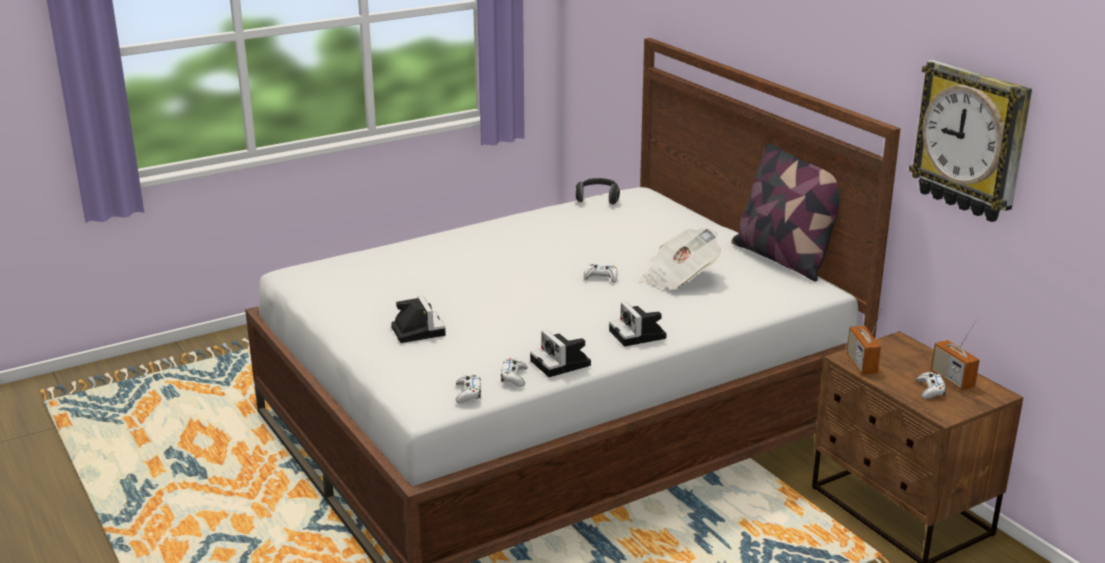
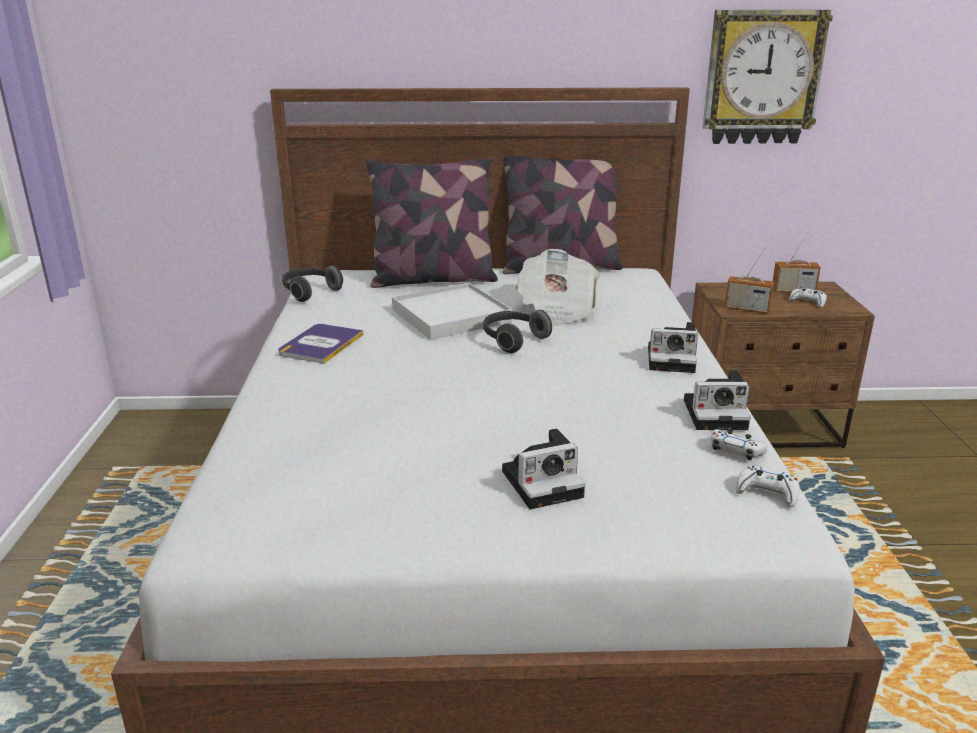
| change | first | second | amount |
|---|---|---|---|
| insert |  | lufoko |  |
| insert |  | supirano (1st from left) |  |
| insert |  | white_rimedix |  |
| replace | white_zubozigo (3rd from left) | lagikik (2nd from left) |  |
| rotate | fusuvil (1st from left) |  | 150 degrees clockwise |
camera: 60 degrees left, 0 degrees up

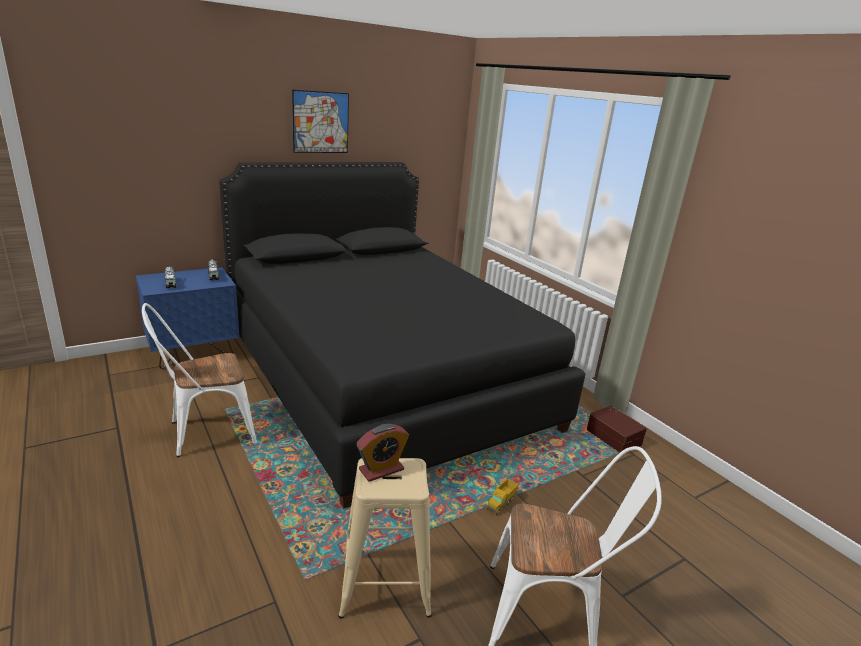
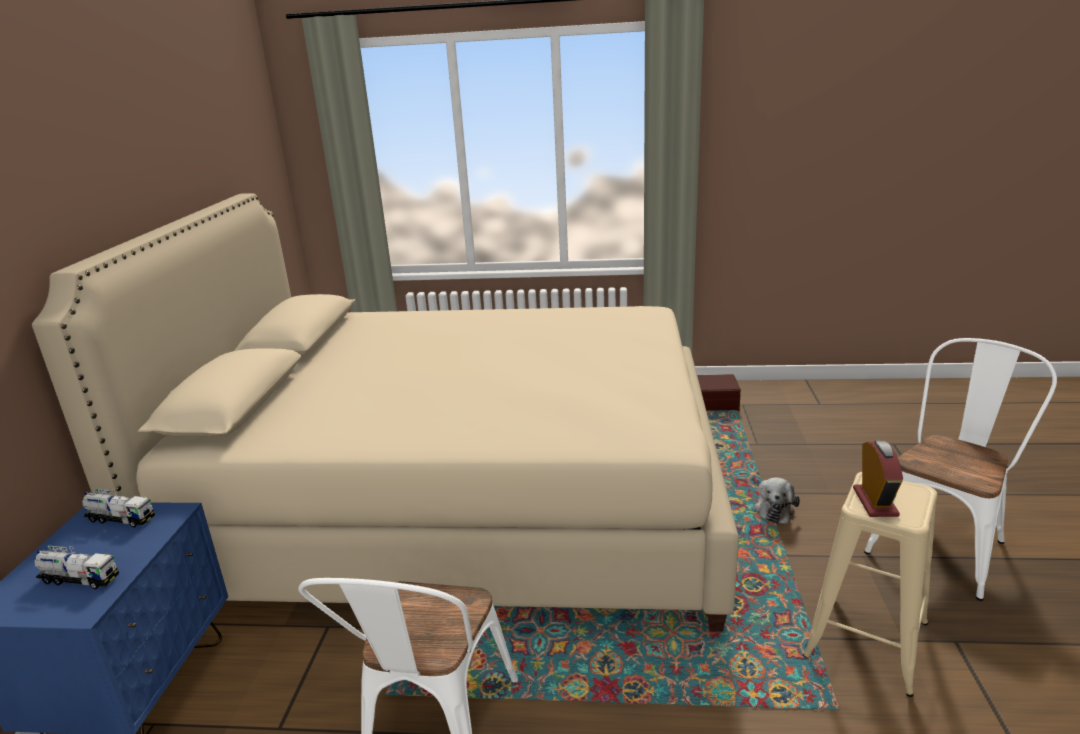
| change | first | second | amount |
|---|---|---|---|
| recolor | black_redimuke | beige_redimuke |  |
| replace | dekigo (3rd from left) | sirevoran |  |
| delete | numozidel |  |  |
camera: 50 degrees left, 0 degrees up

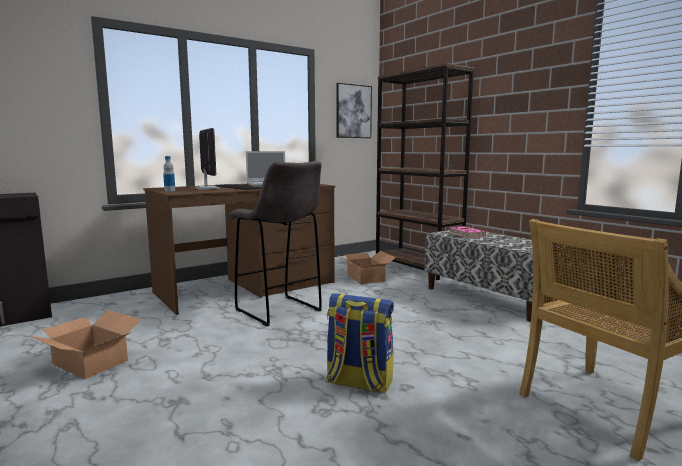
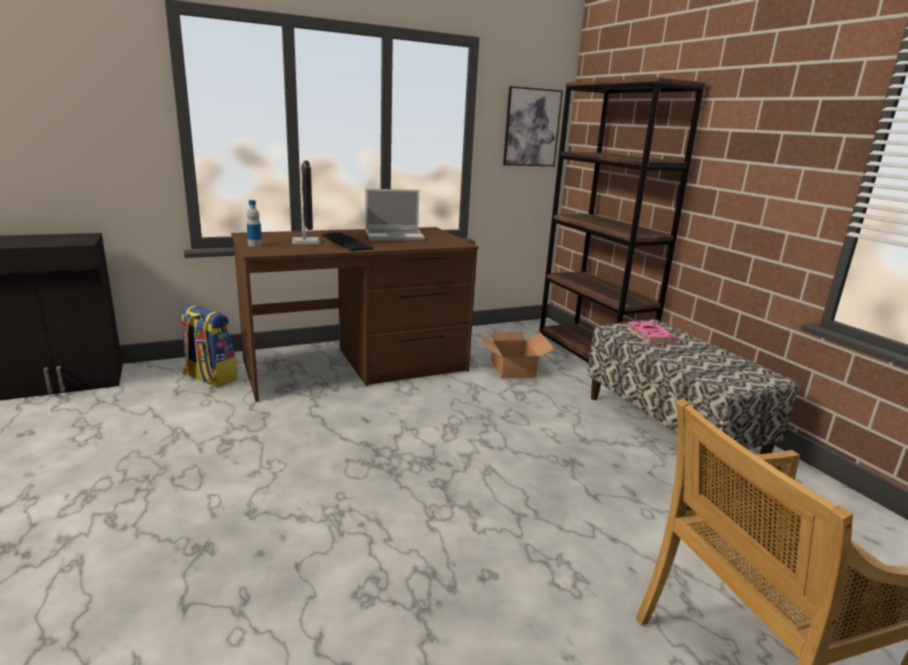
| change | first | second | amount |
|---|---|---|---|
| move | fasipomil |  |  |
| delete | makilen (1st from left) |  |  |
| delete | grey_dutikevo |  |  |
camera: 10 degrees right, 10 degrees up

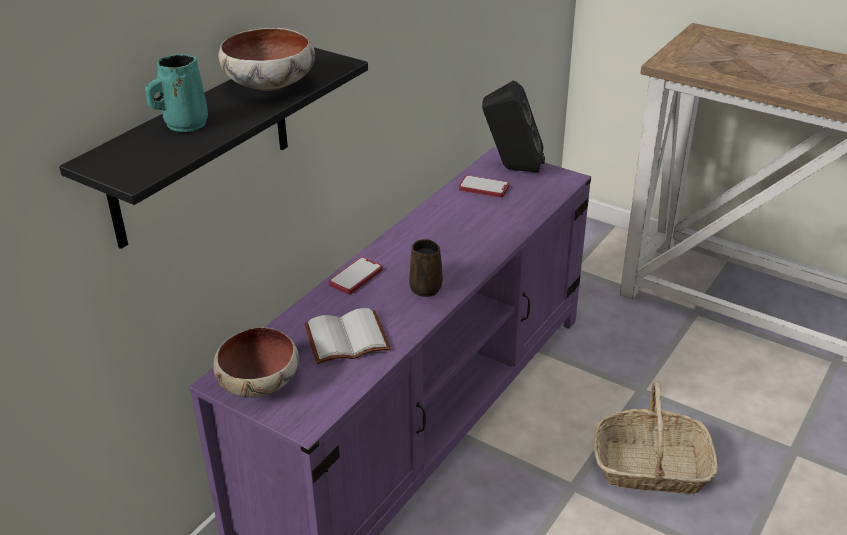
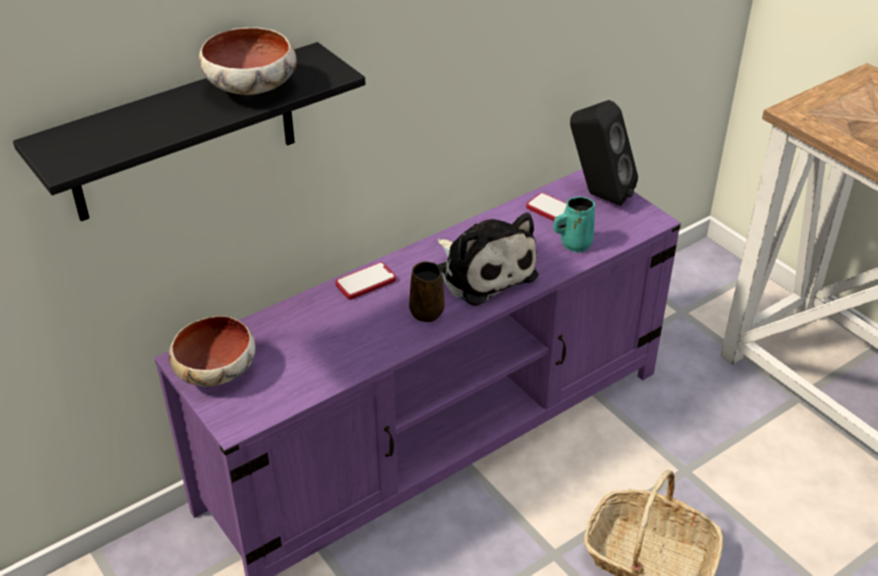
| change | first | second | amount |
|---|---|---|---|
| insert |  | sirevoran |  |
| move | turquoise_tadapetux |  |  |
| delete | white_lufoko |  |  |
camera: 20 degrees right, 5 degrees up

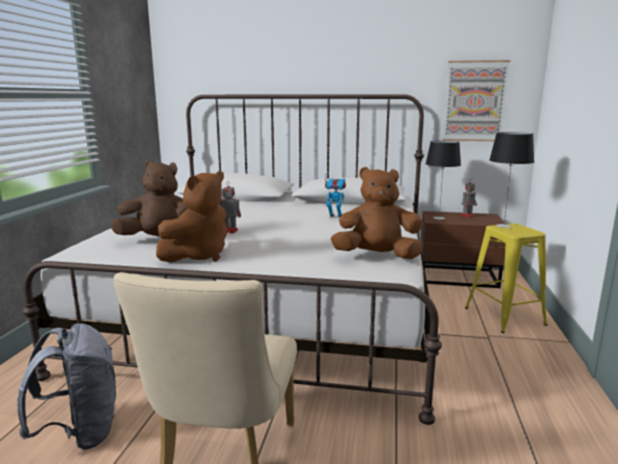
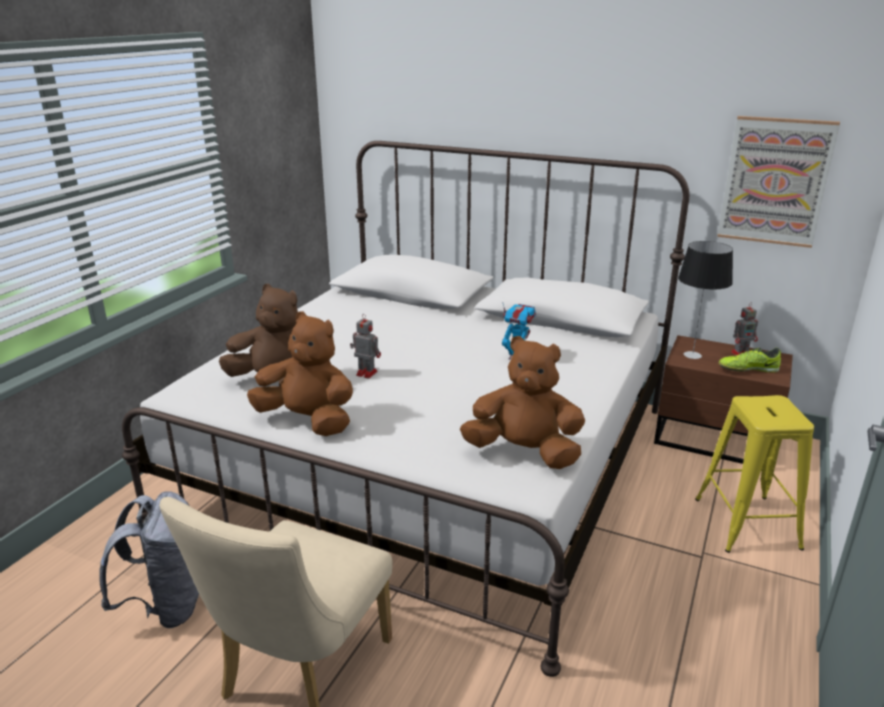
| change | first | second | amount |
|---|---|---|---|
| rotate | brown_sirevoran (2nd from left) |  | 120 degrees counterclockwise |
| insert |  | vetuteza |  |
| delete | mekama (2nd from left) |  |  |
camera: 15 degrees right, 10 degrees up

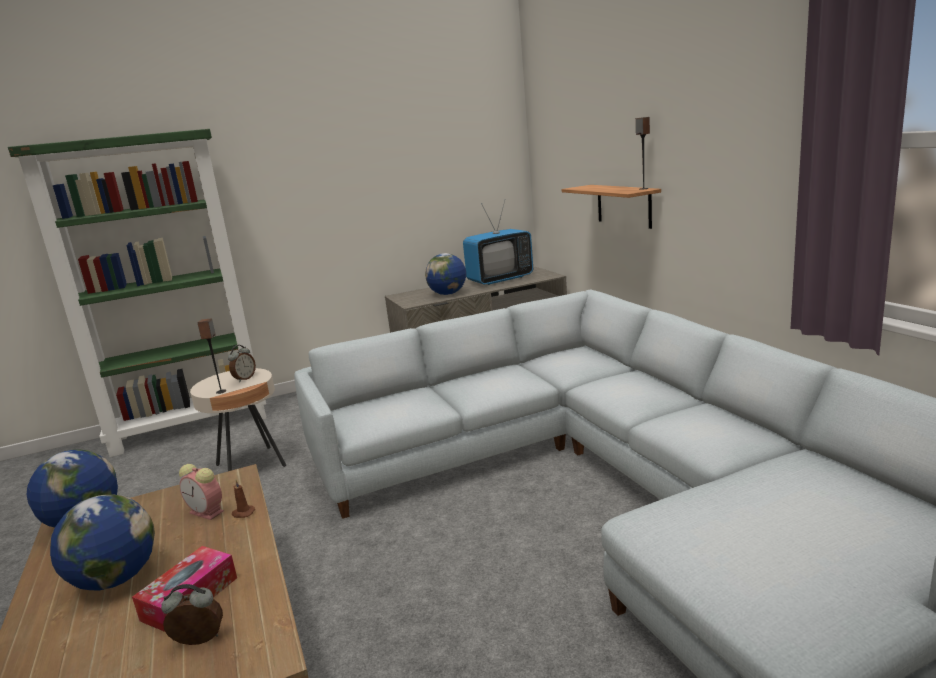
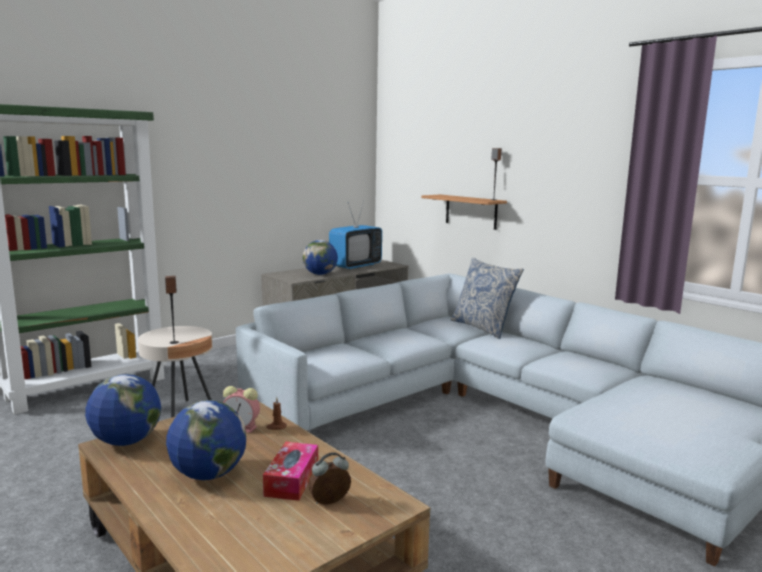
| change | first | second | amount |
|---|---|---|---|
| insert |  | supirano |  |
| delete | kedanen (3rd from left) |  |  |
camera: 20 degrees left, 5 degrees down

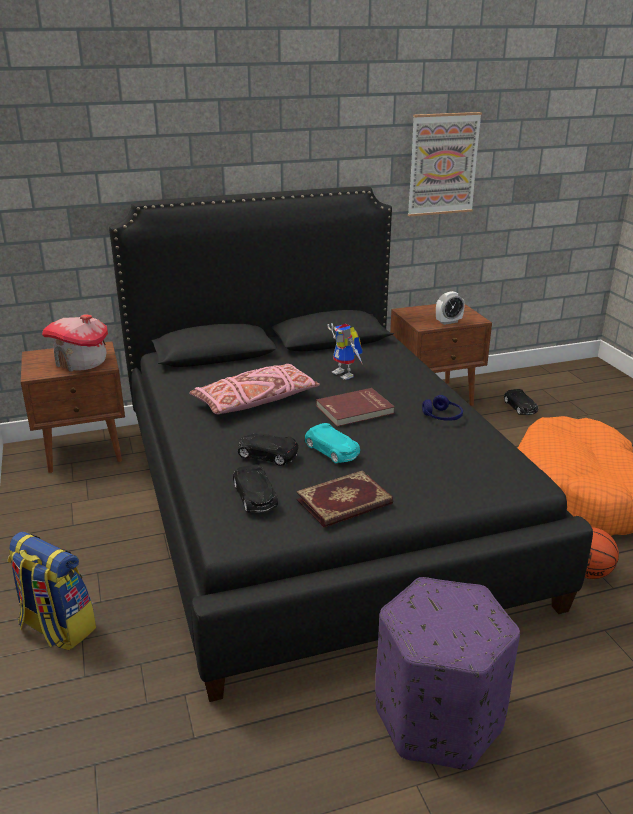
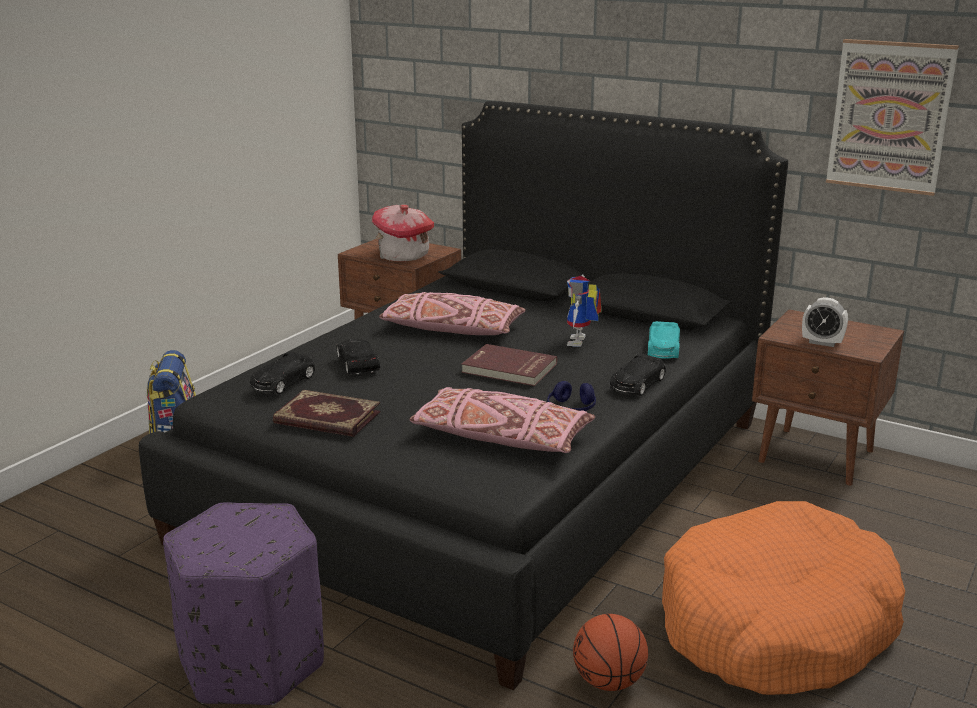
| change | first | second | amount |
|---|---|---|---|
| insert |  | pink_supirano (2nd from left) |  |
| move | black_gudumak (3rd from left) |  |  |
| move | turquoise_gudumak |  |  |
camera: 50 degrees right, 5 degrees down

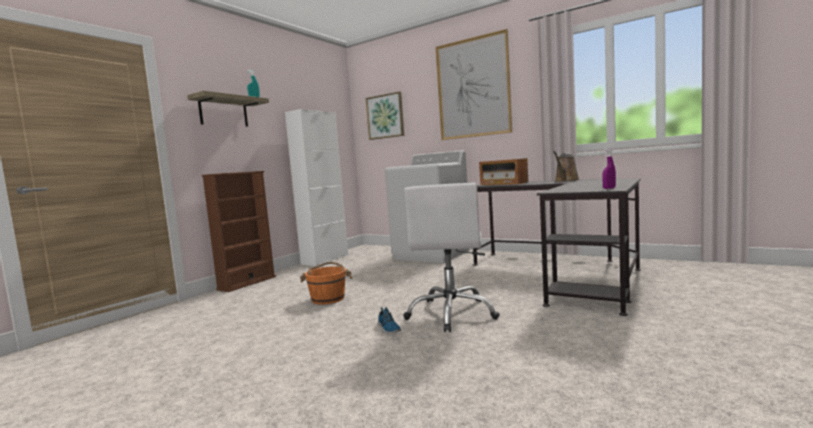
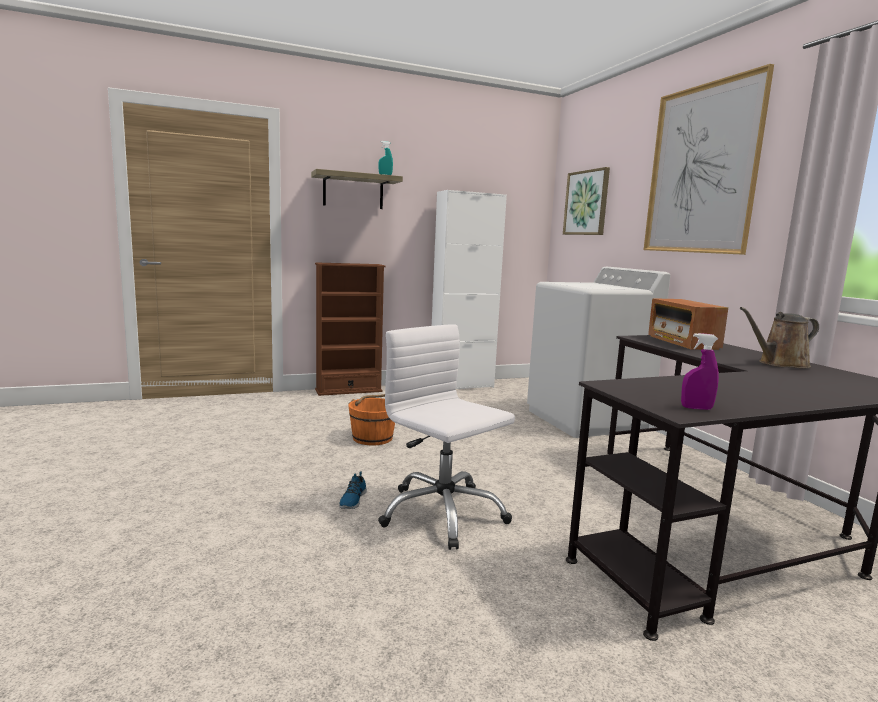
| change | first | second | amount |
|---|---|---|---|
| rotate | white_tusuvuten |  | 90 degrees clockwise |
camera: 35 degrees right, 5 degrees up

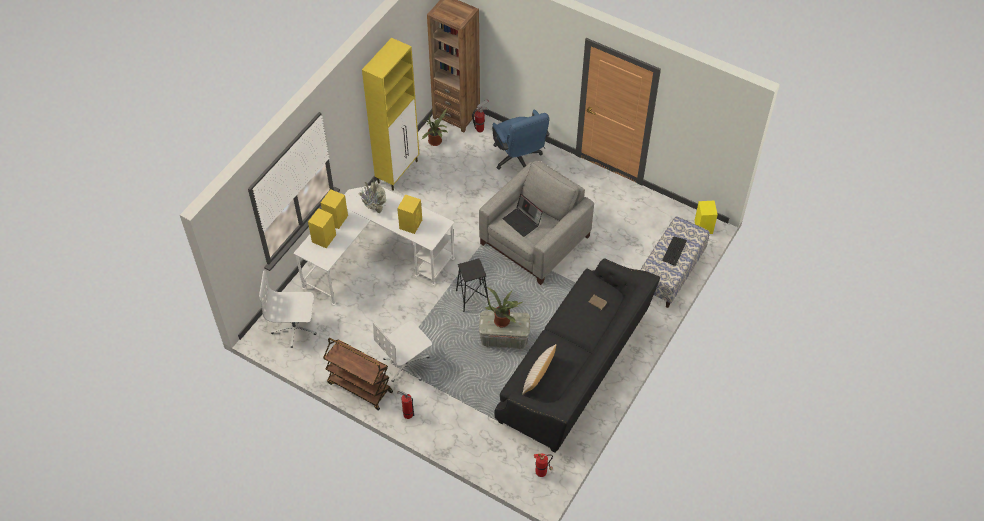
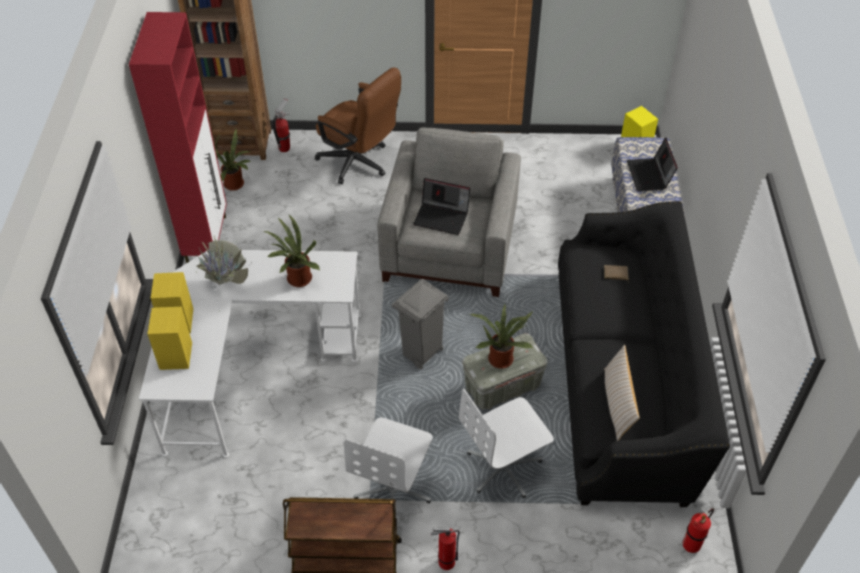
| change | first | second | amount |
|---|---|---|---|
| recolor | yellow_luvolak | red_luvolak |  |
| replace | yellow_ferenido (3rd from left) | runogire (3rd from left) |  |
| recolor | blue_tusuvuten | brown_tusuvuten |  |
| replace | black_dutikevo | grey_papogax |  |
| move | white_tusuvuten (1st from left in the first image) | white_tusuvuten (2nd from left) |  |
| replace | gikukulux | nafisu (2nd from left) |  |
camera: 30 degrees left, 5 degrees down

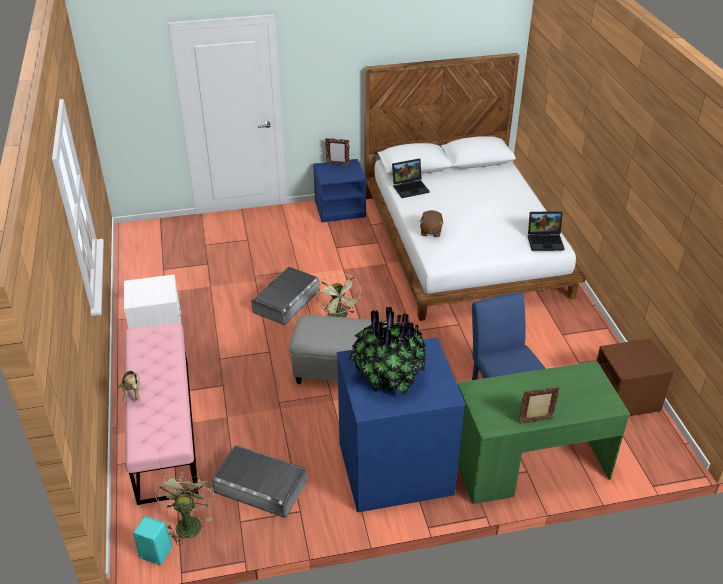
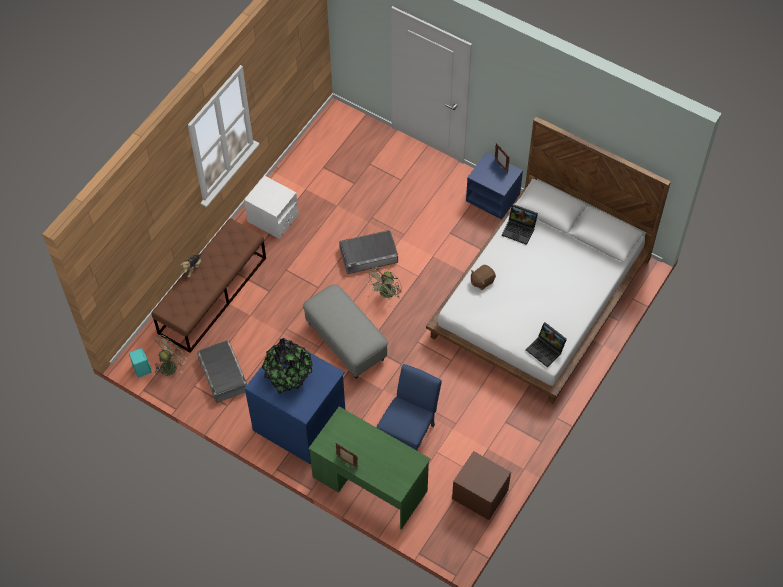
| change | first | second | amount |
|---|---|---|---|
| recolor | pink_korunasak | brown_korunasak |  |
camera: 45 degrees right, 20 degrees up

